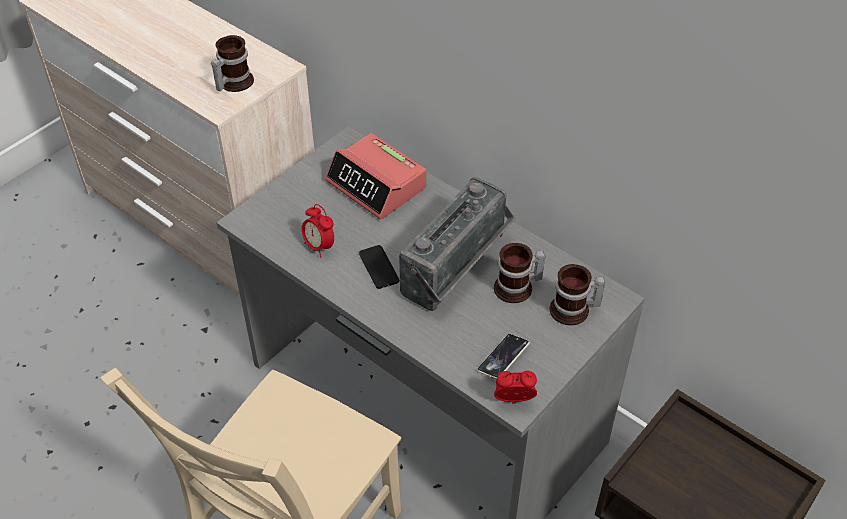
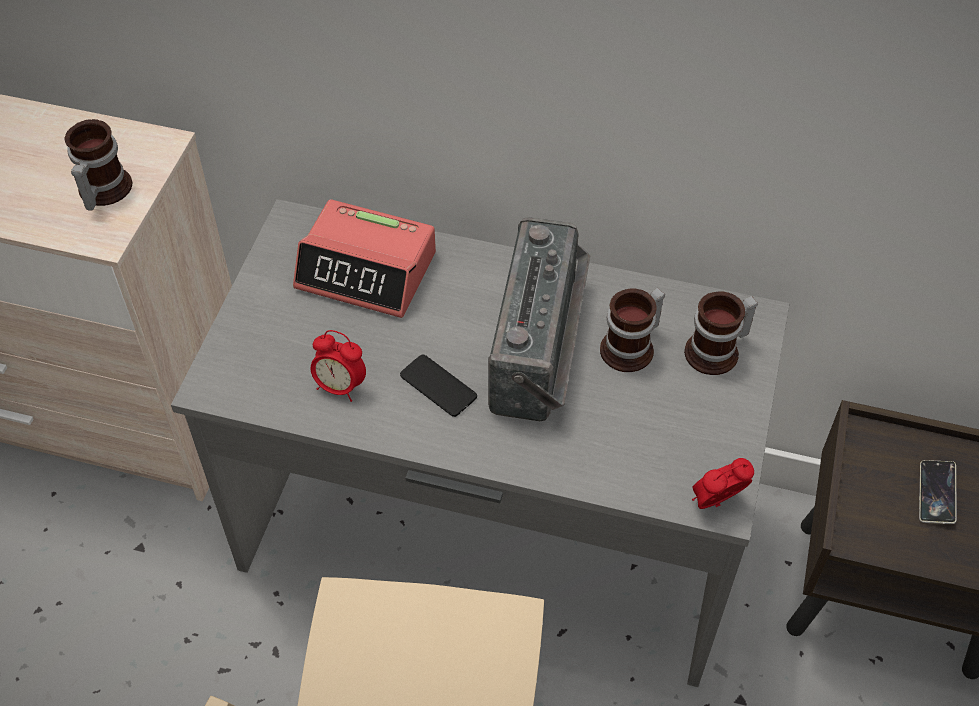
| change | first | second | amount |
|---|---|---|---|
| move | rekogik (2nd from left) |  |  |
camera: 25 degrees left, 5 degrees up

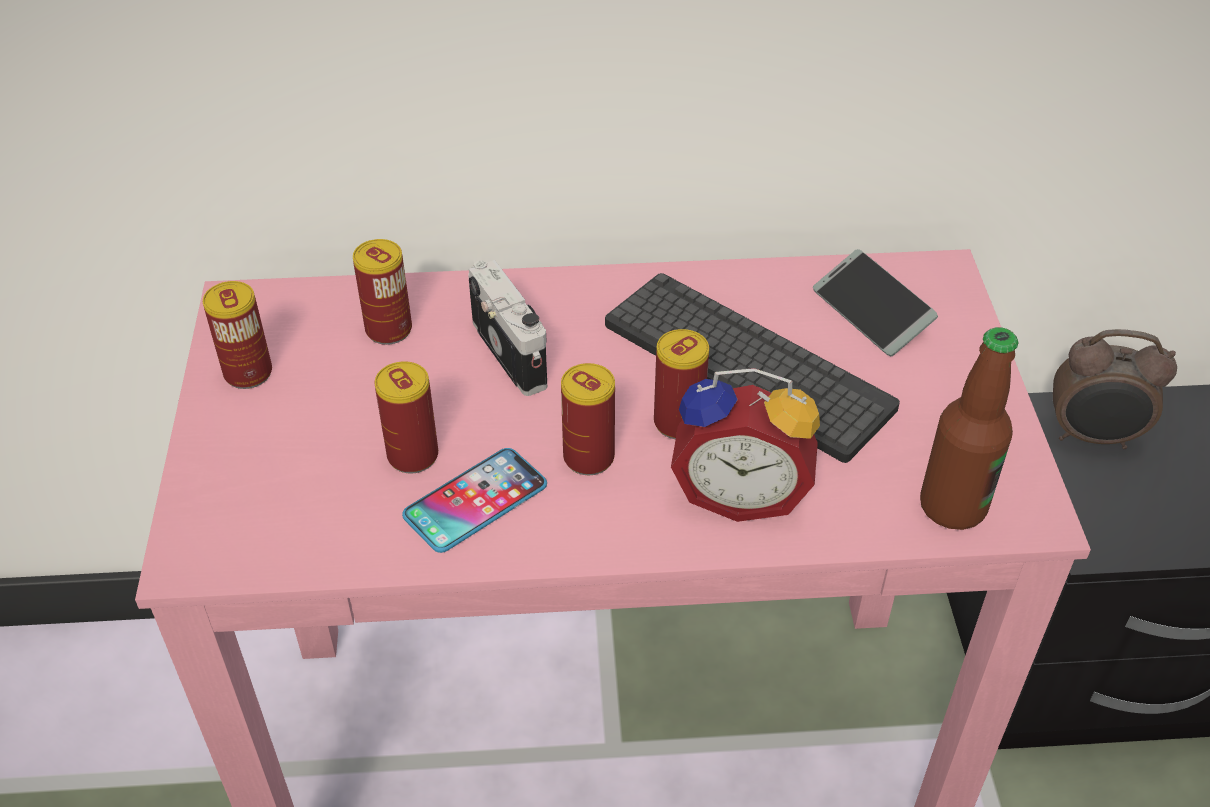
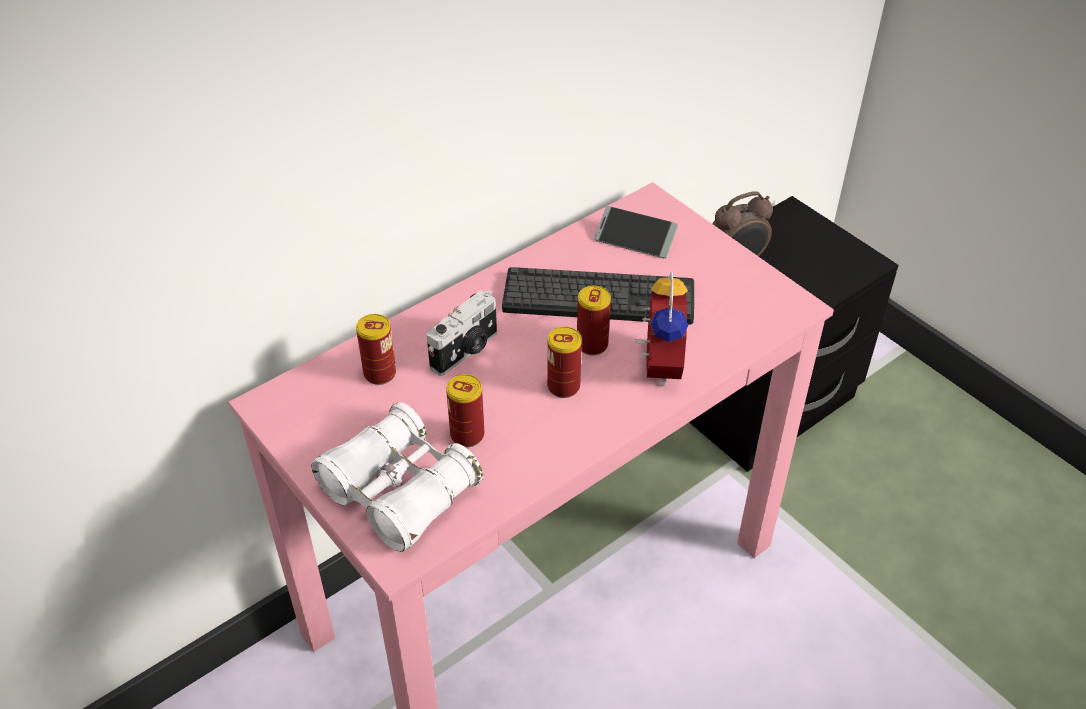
| change | first | second | amount |
|---|---|---|---|
| insert |  | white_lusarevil |  |
| rotate | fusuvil |  | 105 degrees clockwise |
| rotate | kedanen (1st from left) |  | 60 degrees counterclockwise |
| delete | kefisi (1st from left) |  |  |
| delete | rekogik (1st from left) |  |  |
| delete | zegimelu |  |  |
camera: 35 degrees left, 0 degrees up

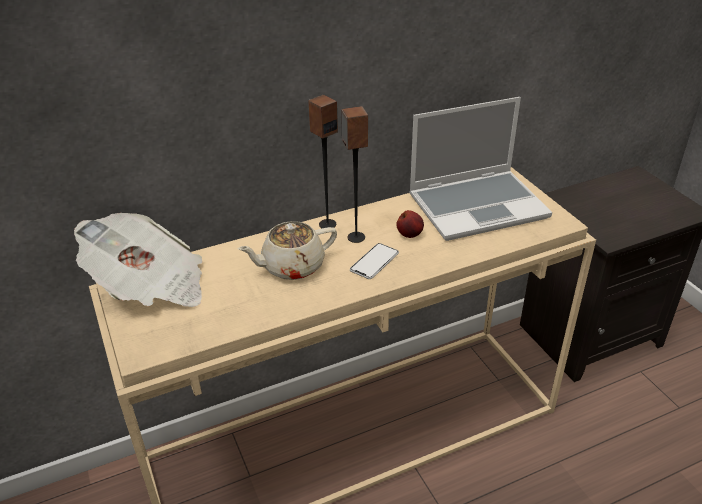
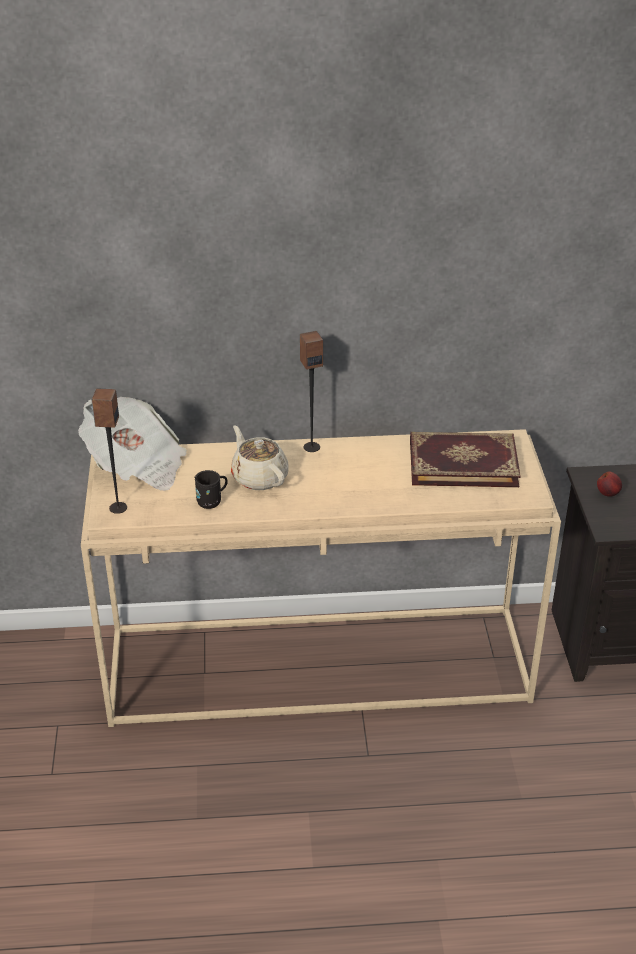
| change | first | second | amount |
|---|---|---|---|
| move | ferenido (2nd from left in the first image) | ferenido (1st from left) |  |
| insert |  | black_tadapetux |  |
| rotate | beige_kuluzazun |  | 60 degrees clockwise |
| replace | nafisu | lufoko |  |
| move | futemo |  |  |
| delete | rekogik |  |  |
camera: 20 degrees right, 0 degrees up

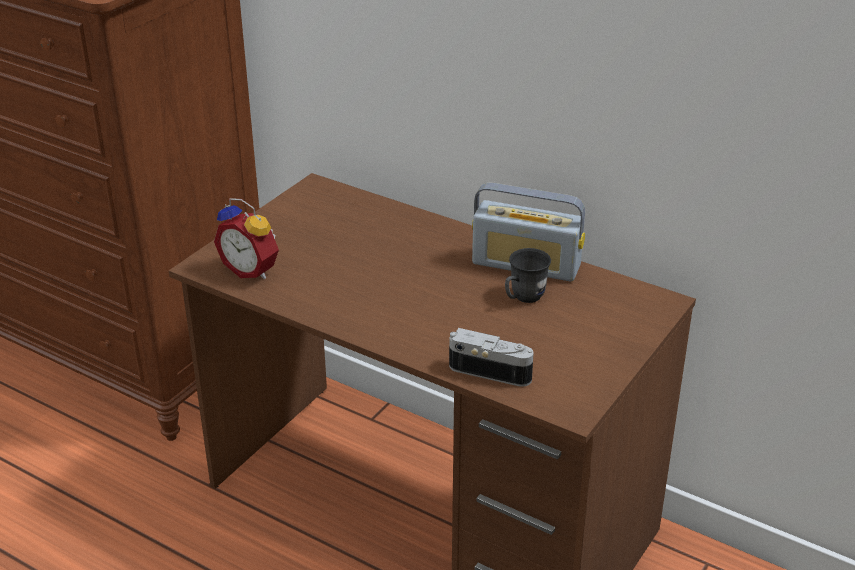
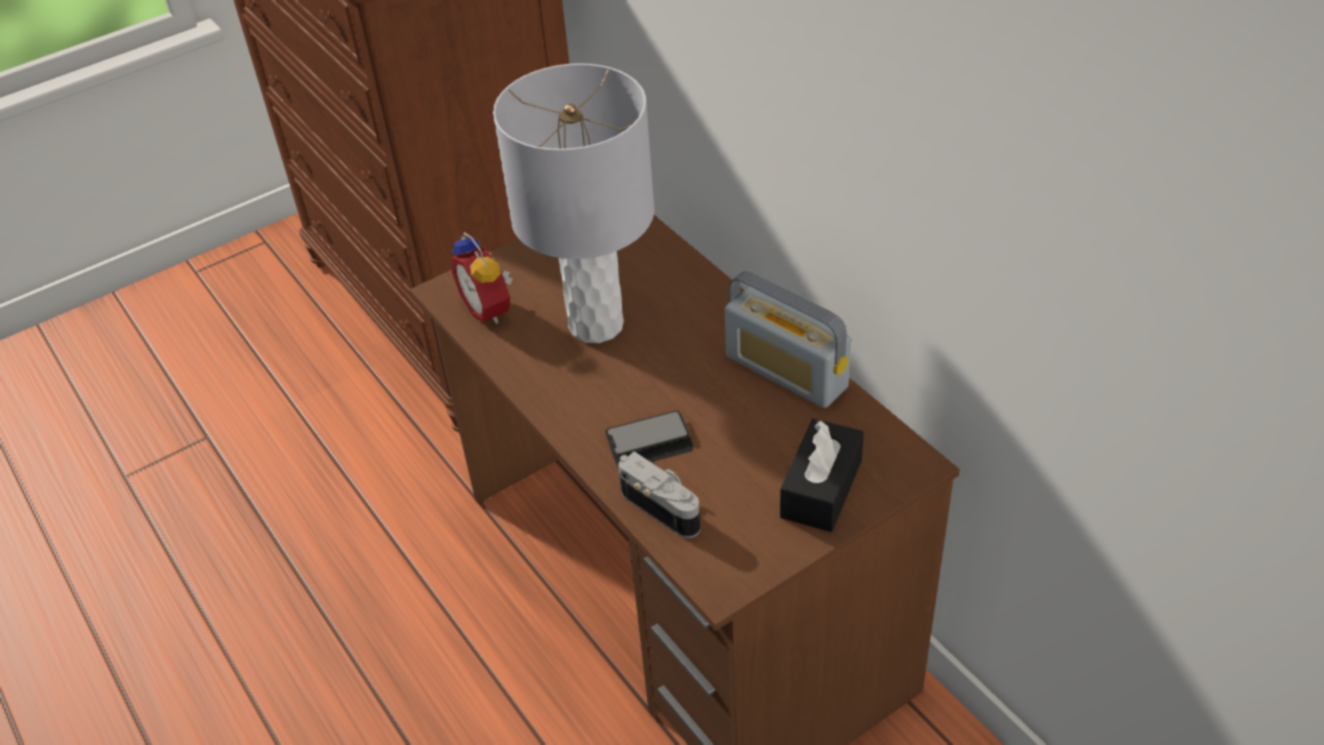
| change | first | second | amount |
|---|---|---|---|
| insert |  | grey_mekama |  |
| insert |  | rekogik |  |
| insert |  | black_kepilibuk |  |
| delete | grey_tadapetux |  |  |
camera: 25 degrees right, 10 degrees up

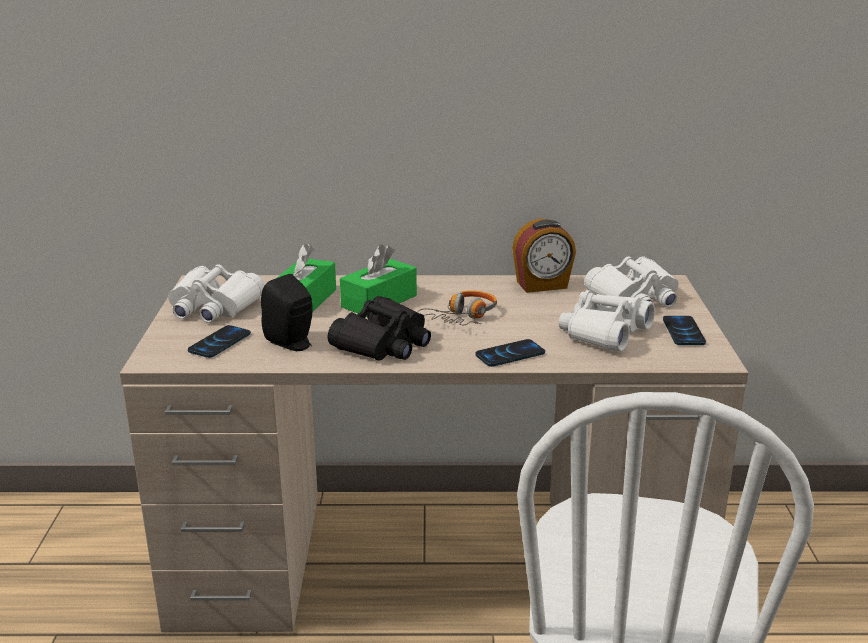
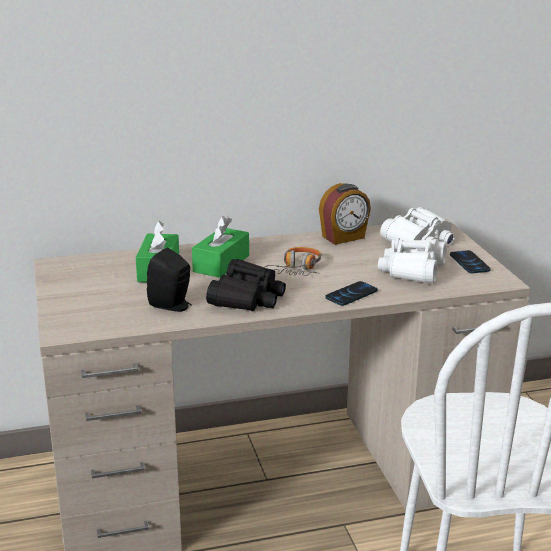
| change | first | second | amount |
|---|---|---|---|
| delete | white_lusarevil (1st from left) |  |  |
| delete | rekogik (1st from left) |  |  |
camera: 15 degrees left, 0 degrees up

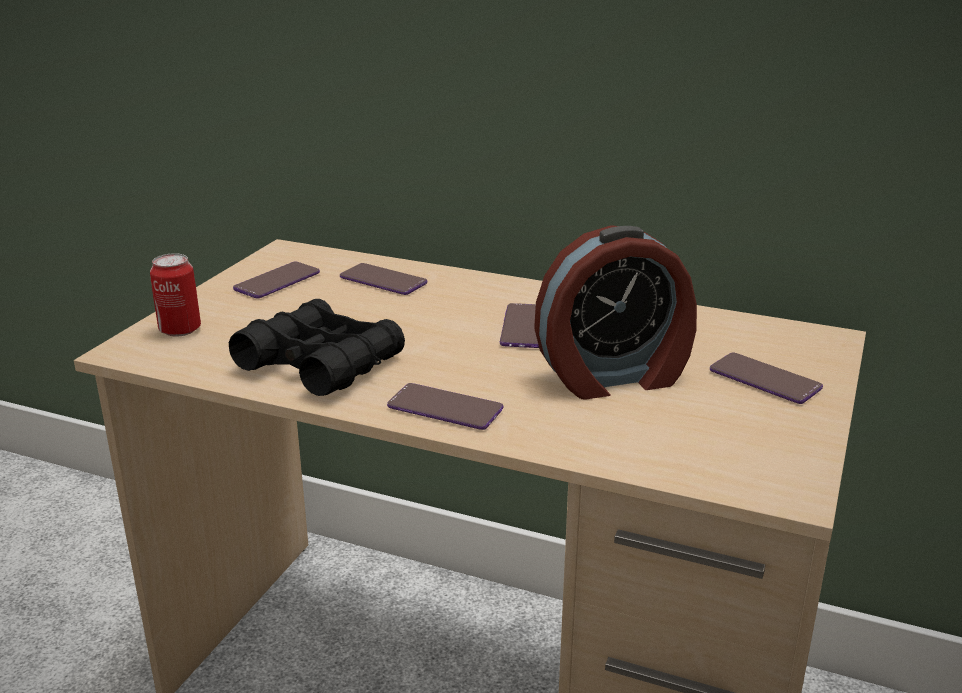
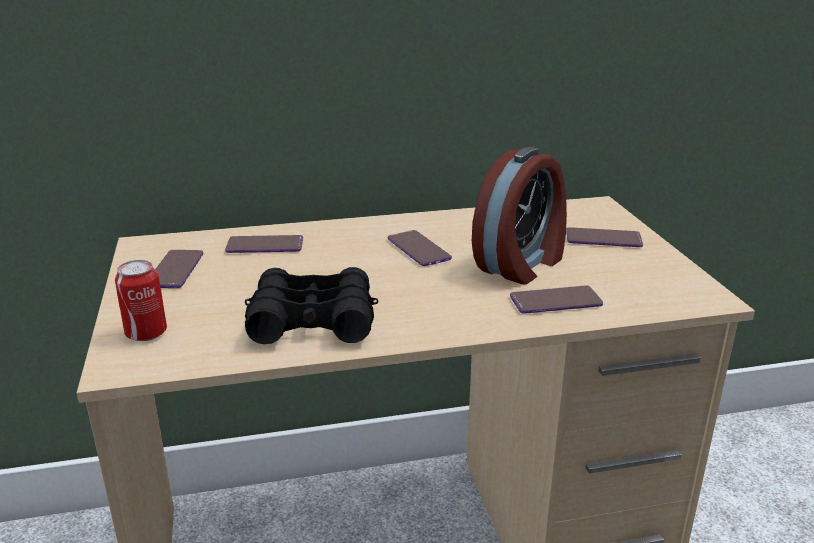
| change | first | second | amount |
|---|---|---|---|
| move | rekogik (3rd from left in the first image) | rekogik (4th from left) |  |
camera: 35 degrees left, 0 degrees up

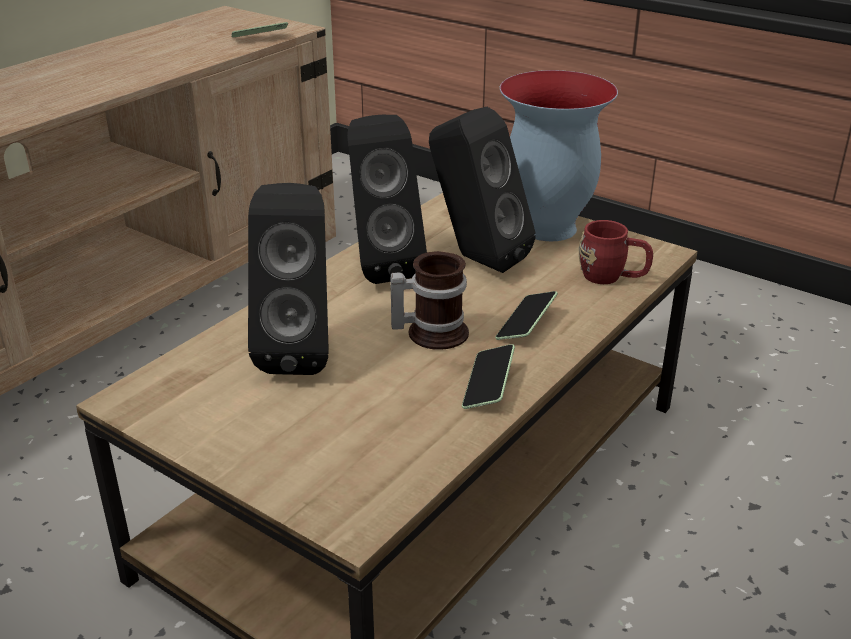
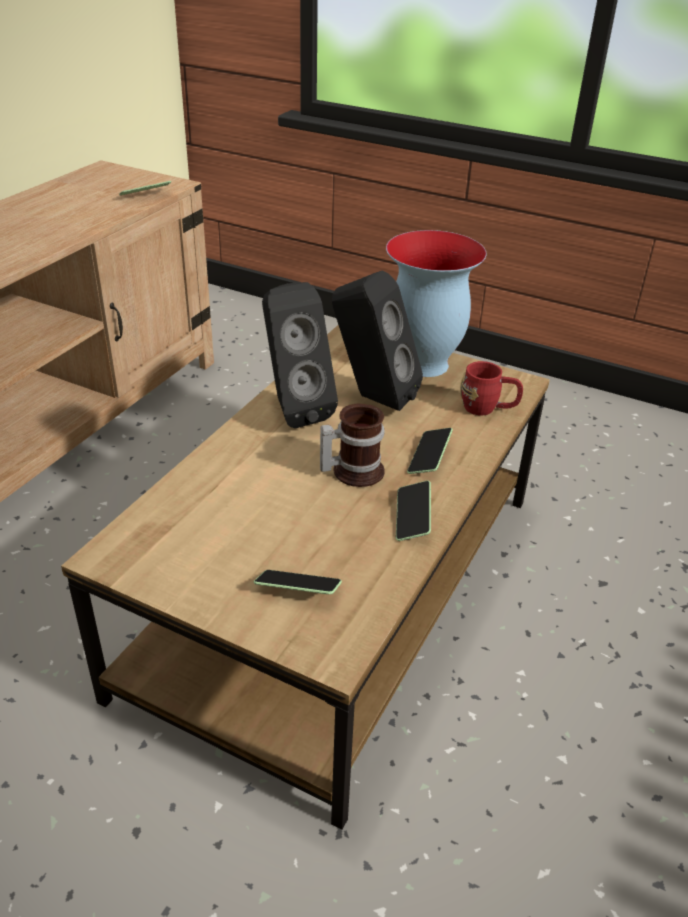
| change | first | second | amount |
|---|---|---|---|
| insert |  | rekogik (2nd from left) |  |
| delete | black_ferenido (1st from left) |  |  |
camera: 10 degrees left, 5 degrees up

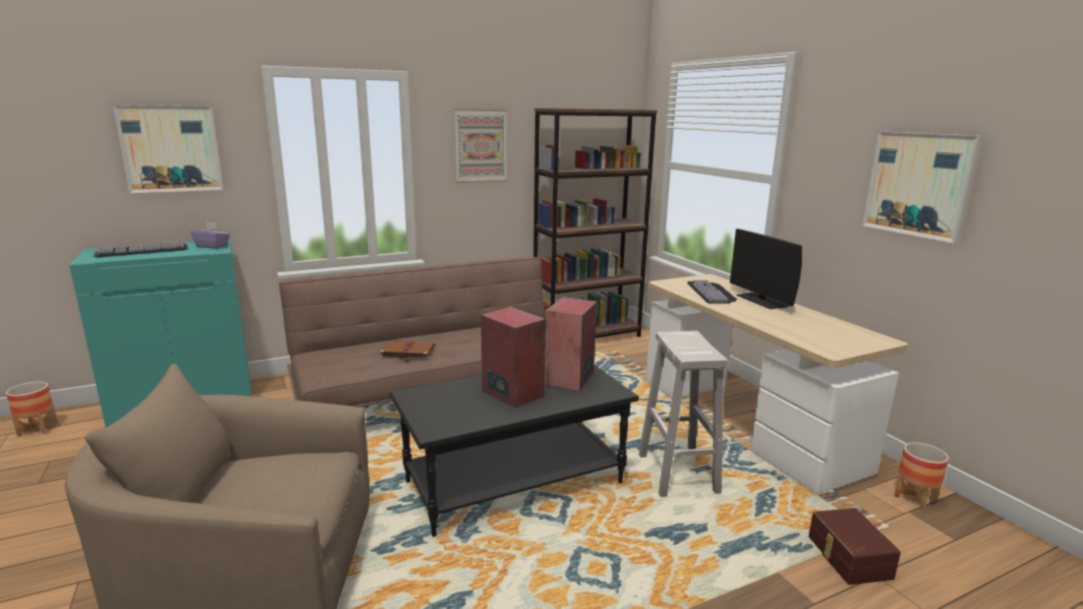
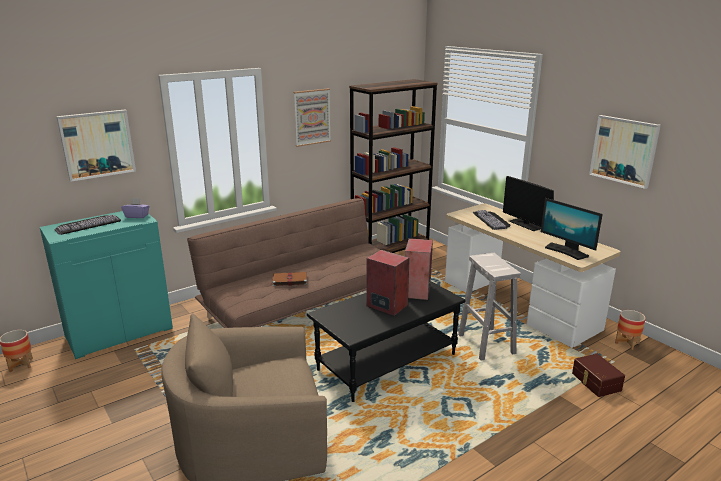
| change | first | second | amount |
|---|---|---|---|
| insert |  | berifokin (2nd from left) |  |
camera: 10 degrees left, 5 degrees up

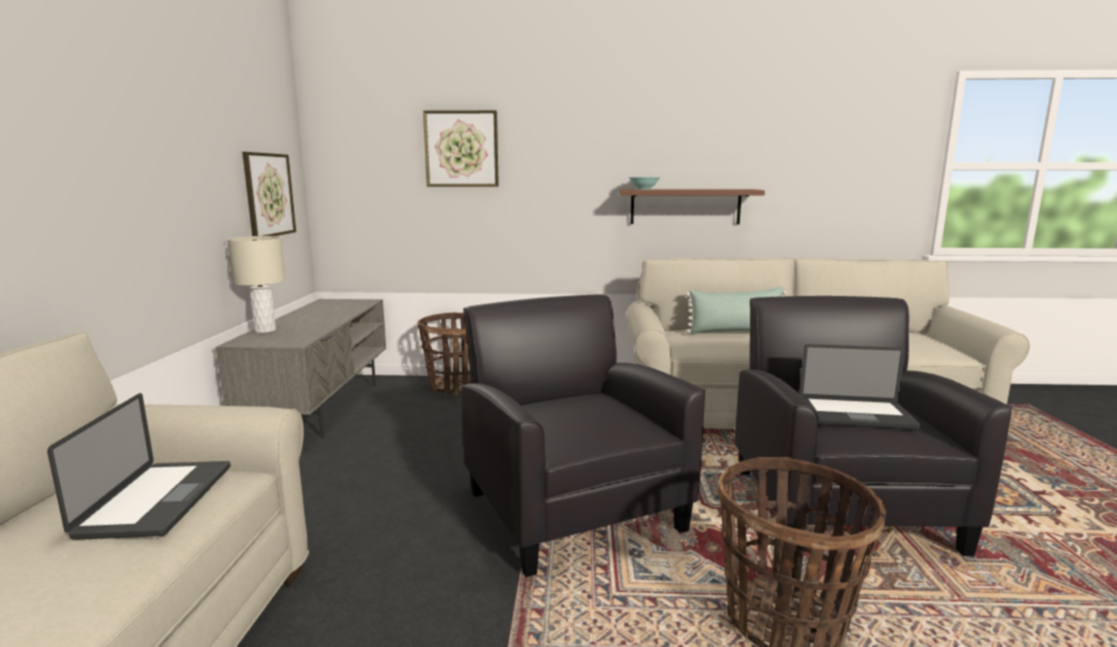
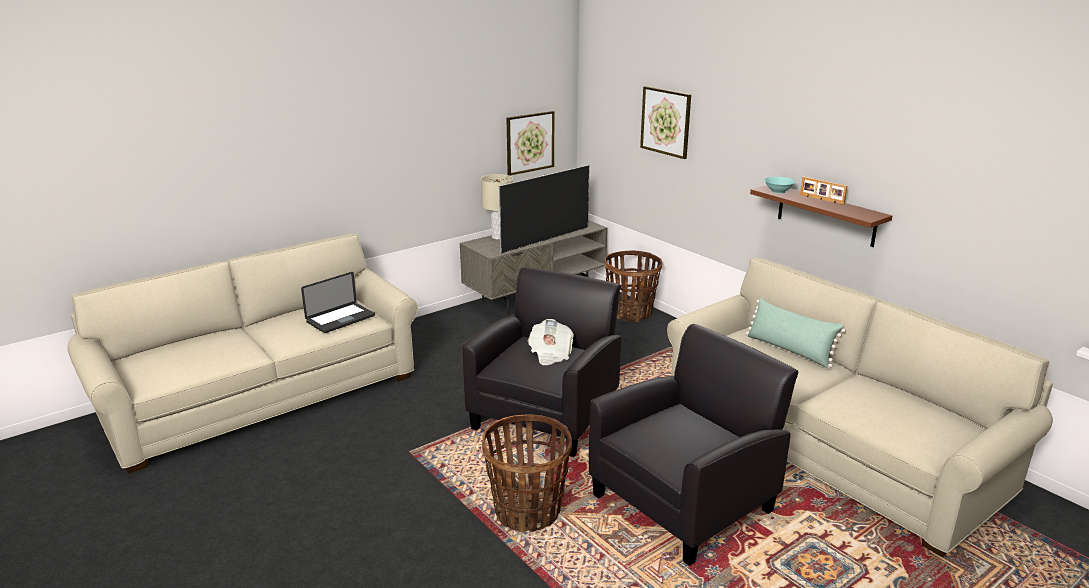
| change | first | second | amount |
|---|---|---|---|
| insert |  | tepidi |  |
| insert |  | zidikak |  |
| insert |  | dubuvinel |  |
| delete | nafisu (2nd from left) |  |  |
camera: 50 degrees right, 10 degrees up

